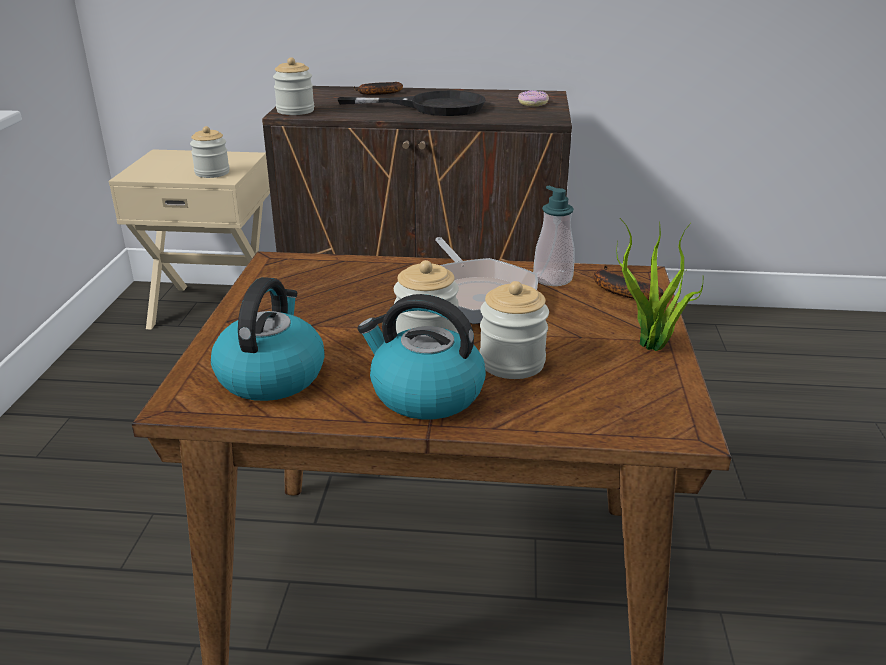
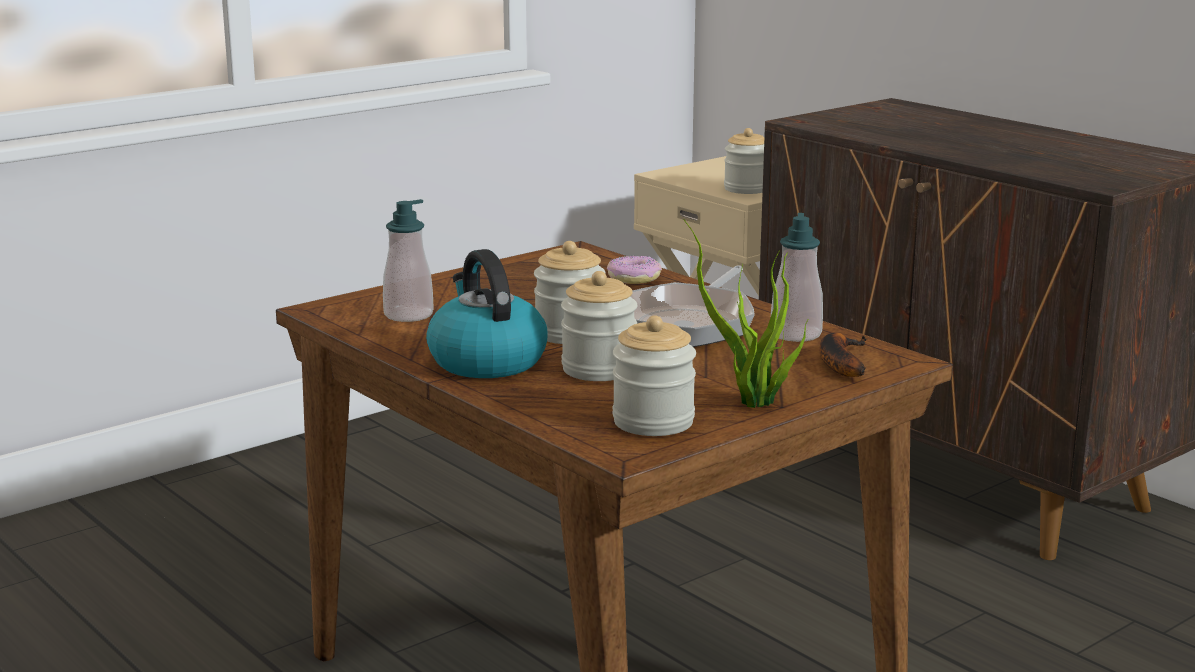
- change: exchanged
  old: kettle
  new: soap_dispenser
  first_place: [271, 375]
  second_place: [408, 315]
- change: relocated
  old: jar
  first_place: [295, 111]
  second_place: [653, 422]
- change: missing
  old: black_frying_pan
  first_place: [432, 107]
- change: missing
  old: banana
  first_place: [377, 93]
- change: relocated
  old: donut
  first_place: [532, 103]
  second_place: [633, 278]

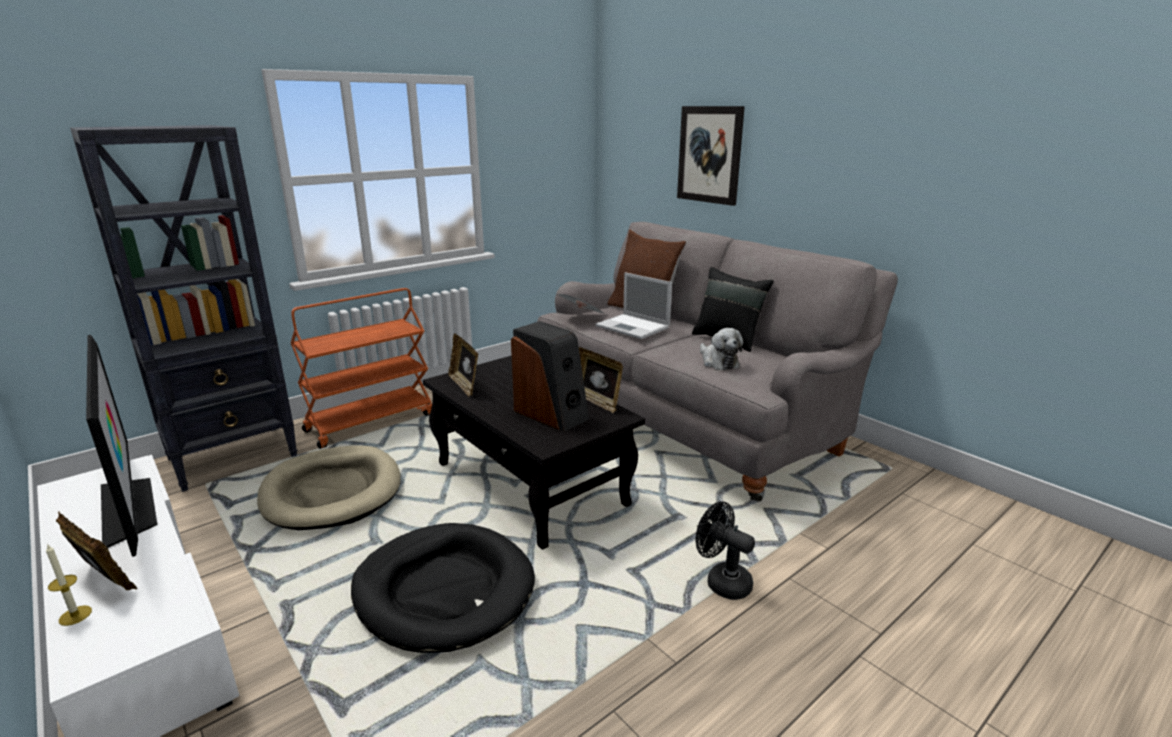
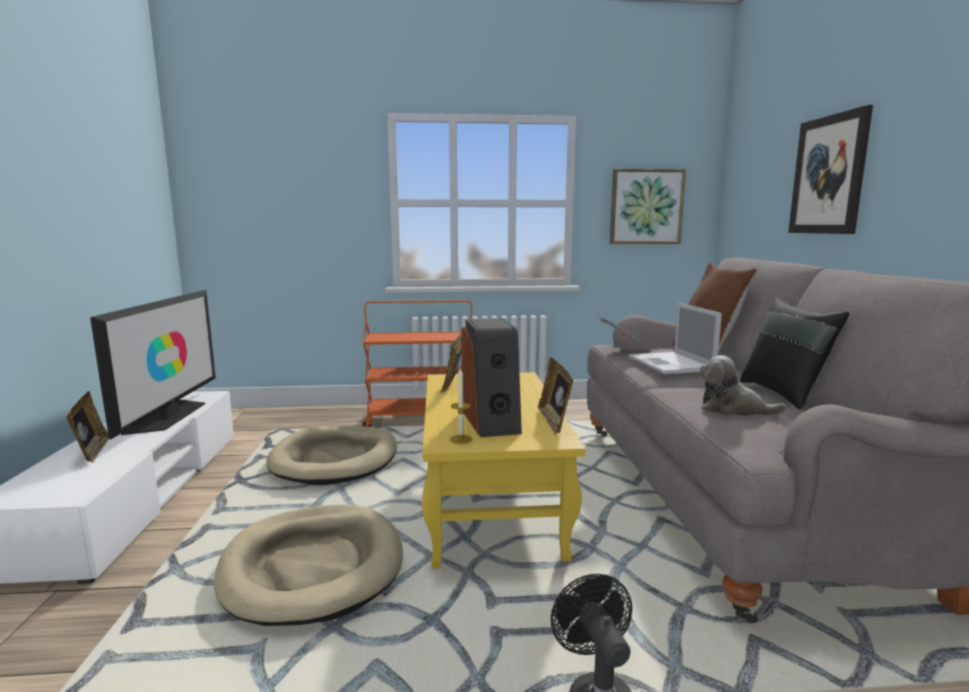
- change: relocated
  old: candle
  first_place: [75, 615]
  second_place: [461, 439]
- change: missing
  old: black_bookcase
  first_place: [234, 457]
- change: colour
  old: black_dog_bed
  new: beige_dog_bed
  first_place: [444, 590]
  second_place: [313, 567]
- change: colour
  old: black_coffee_table
  new: yellow_coffee_table
  first_place: [531, 484]
  second_place: [491, 505]
- change: spun
  old: plush_toy
  first_place: [718, 362]
  second_place: [733, 409]
  degrees: 105
- change: appeared
  new: picture
  second_place: [646, 207]

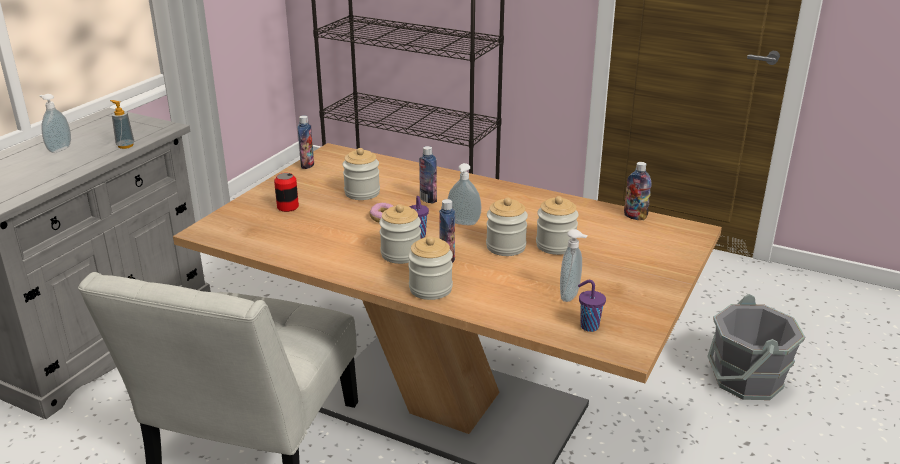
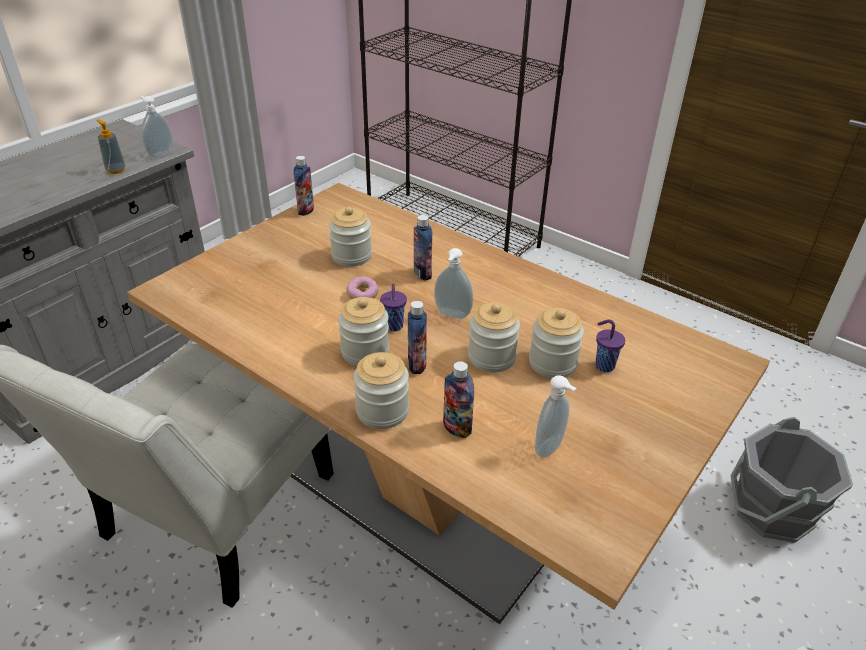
- change: relocated
  old: soap_dispenser
  first_place: [59, 149]
  second_place: [160, 154]
- change: missing
  old: can
  first_place: [287, 207]
- change: relocated
  old: purple_cup
  first_place: [588, 326]
  second_place: [603, 365]
- change: relocated
  old: bottle
  first_place: [635, 216]
  second_place: [457, 428]

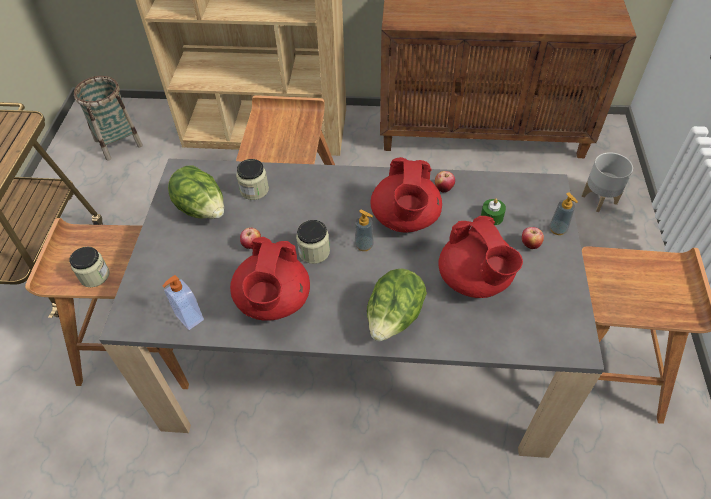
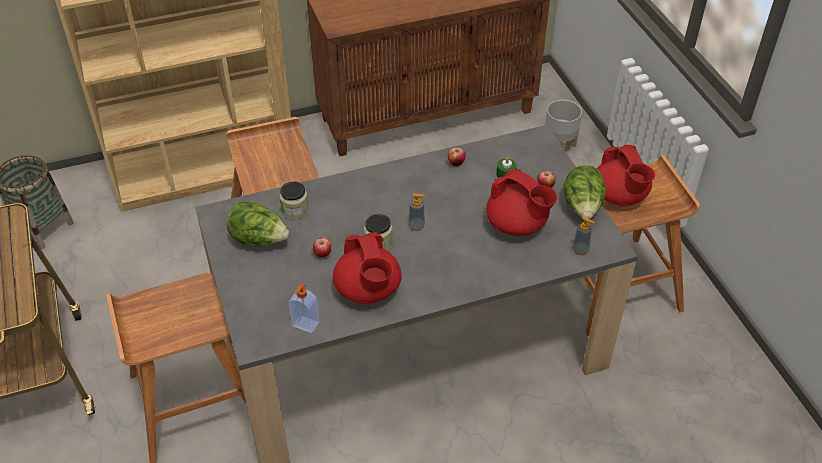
- change: missing
  old: jar
  first_place: [94, 276]
- change: relocated
  old: lettuce
  first_place: [394, 319]
  second_place: [582, 207]
- change: relocated
  old: red_teapot
  first_place: [405, 219]
  second_place: [619, 196]
- change: relocated
  old: soap_dispenser
  first_place: [558, 229]
  second_place: [580, 250]

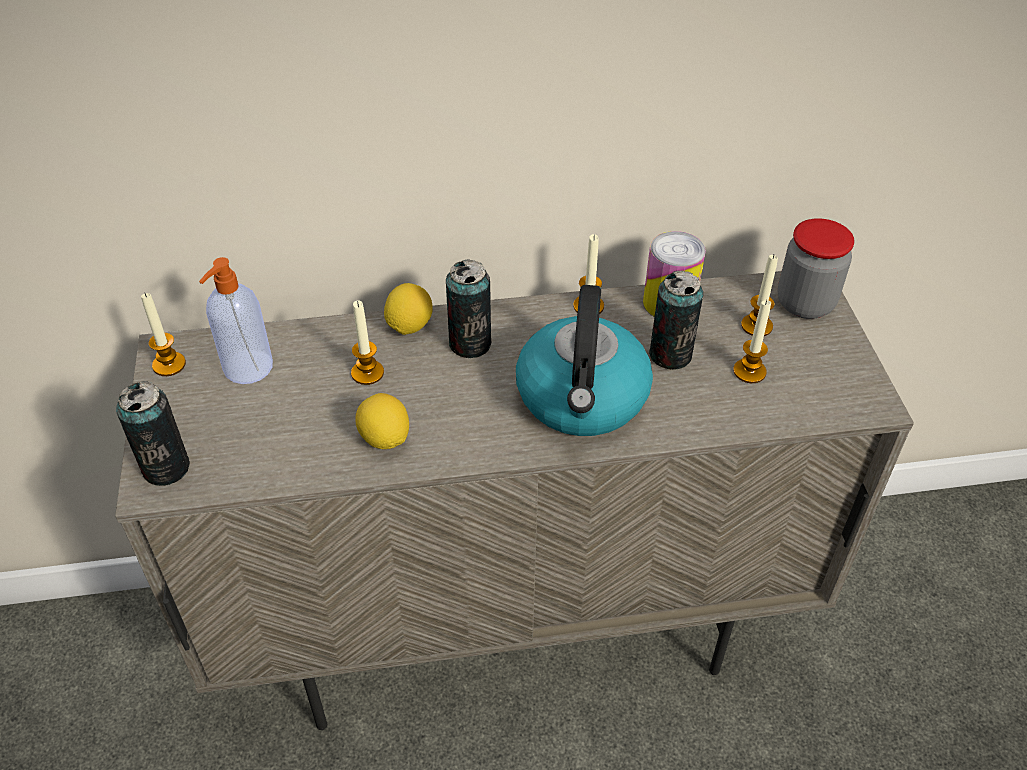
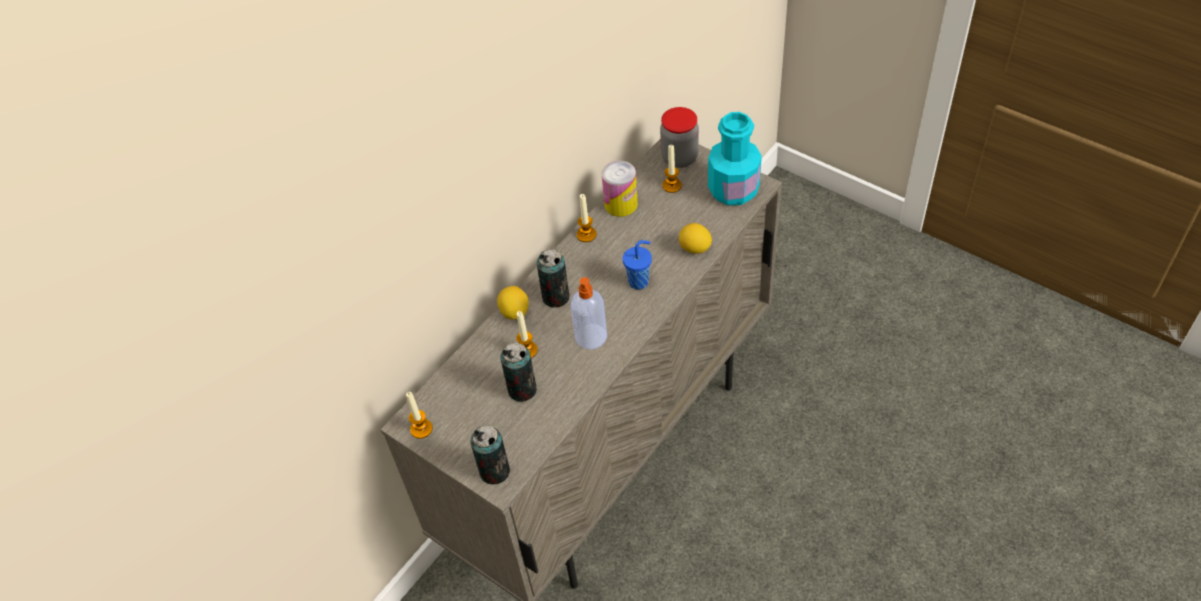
- change: relocated
  old: soap_dispenser
  first_place: [247, 368]
  second_place: [591, 338]
- change: relocated
  old: lemon
  first_place: [385, 438]
  second_place: [695, 248]
- change: exchanged
  old: kettle
  new: blue_cup
  first_place: [582, 398]
  second_place: [639, 281]
- change: relocated
  old: can
  first_place: [670, 355]
  second_place: [522, 390]
- change: missing
  old: candle
  first_place: [749, 371]
- change: appeared
  new: turquoise_bottle
  second_place: [733, 189]

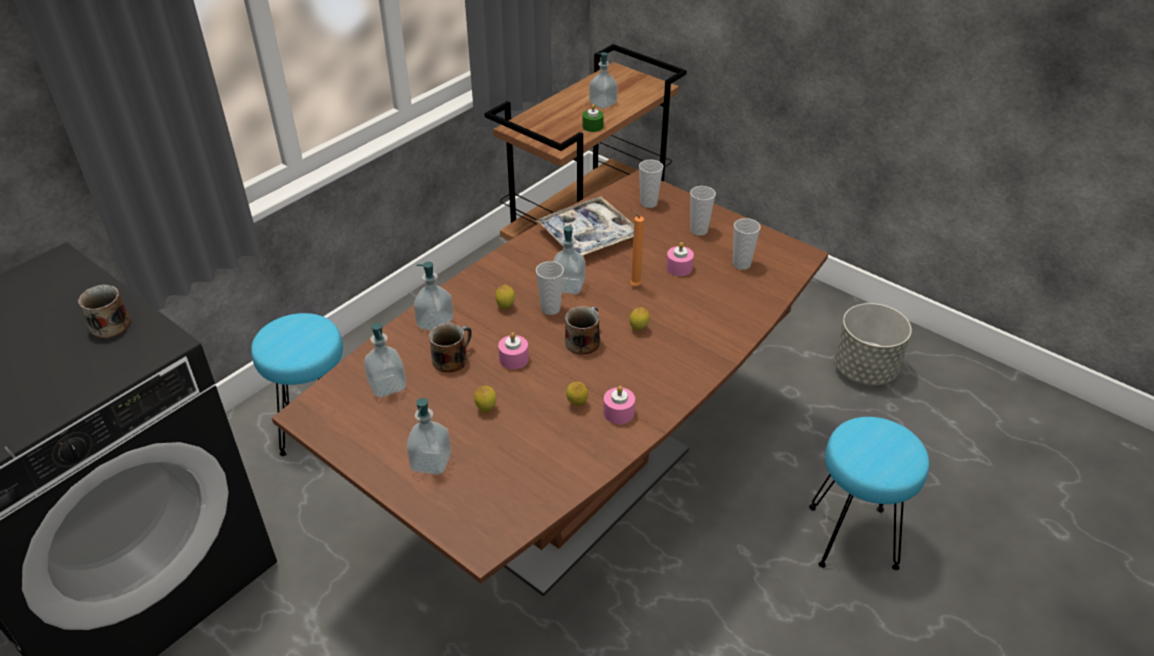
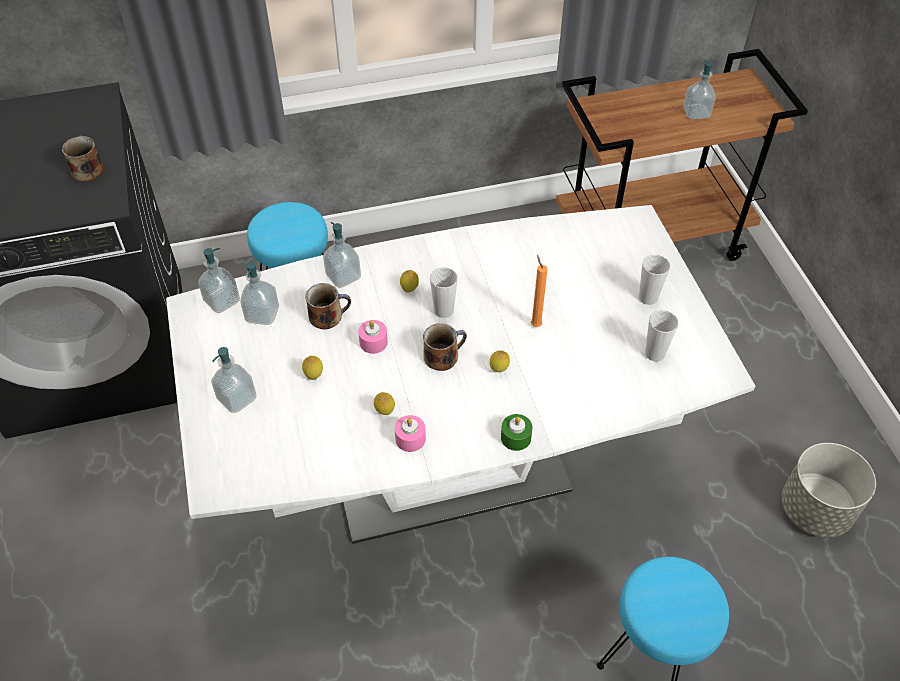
- change: colour
  old: brown_dining_table
  new: white_dining_table
  first_place: [576, 490]
  second_place: [449, 471]
- change: missing
  old: tray
  first_place: [588, 236]
- change: relocated
  old: soap_dispenser
  first_place: [568, 286]
  second_place: [222, 301]
- change: relocated
  old: green_candle
  first_place: [592, 126]
  second_place: [515, 437]
- change: missing
  old: cup
  first_place: [648, 203]
- change: missing
  old: pink_candle
  first_place: [679, 268]

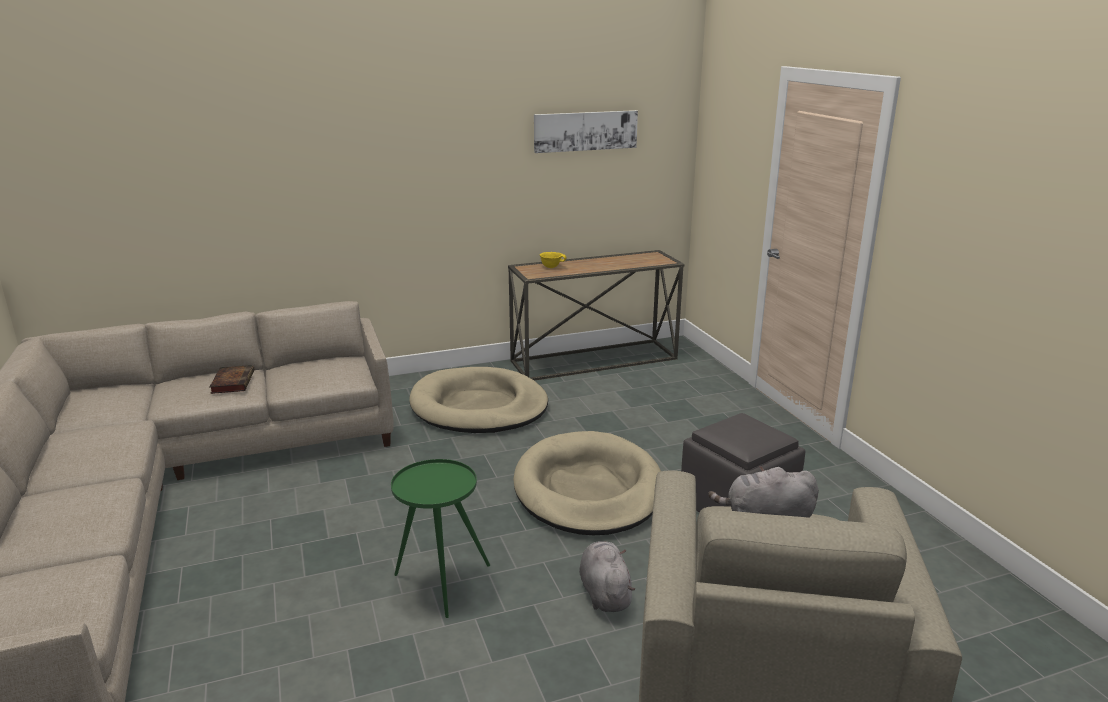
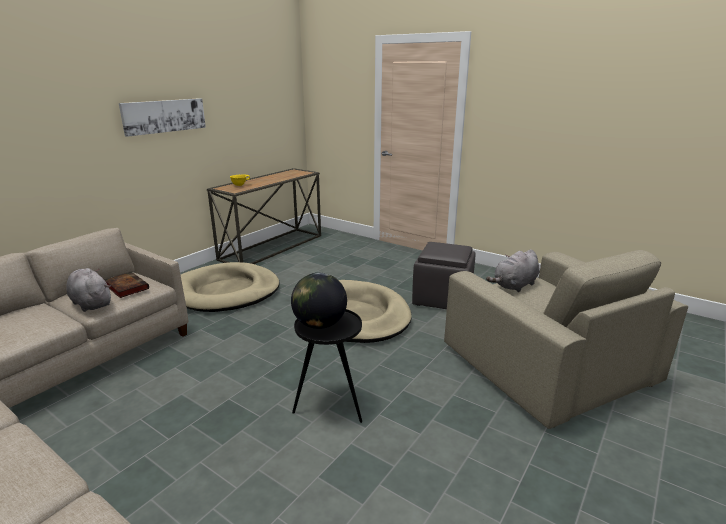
- change: relocated
  old: book
  first_place: [232, 382]
  second_place: [126, 287]
- change: colour
  old: green_side_table
  new: black_side_table
  first_place: [441, 582]
  second_place: [331, 403]
- change: relocated
  old: picture
  first_place: [585, 131]
  second_place: [164, 116]
- change: relocated
  old: grey_plush_toy
  first_place: [604, 593]
  second_place: [91, 303]
- change: appeared
  new: globe
  second_place: [320, 324]

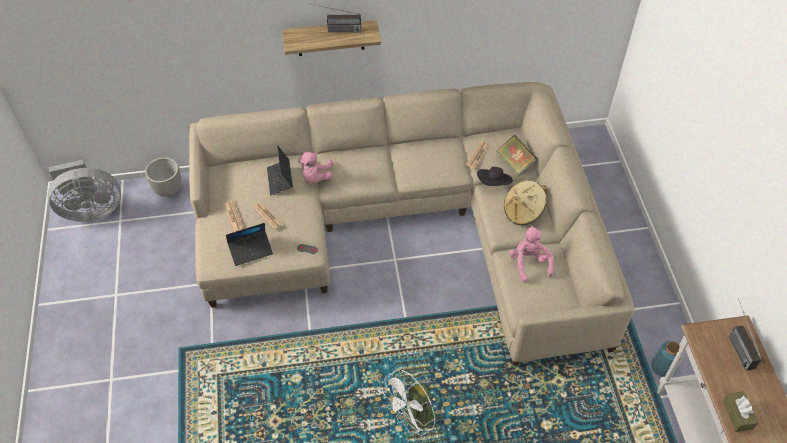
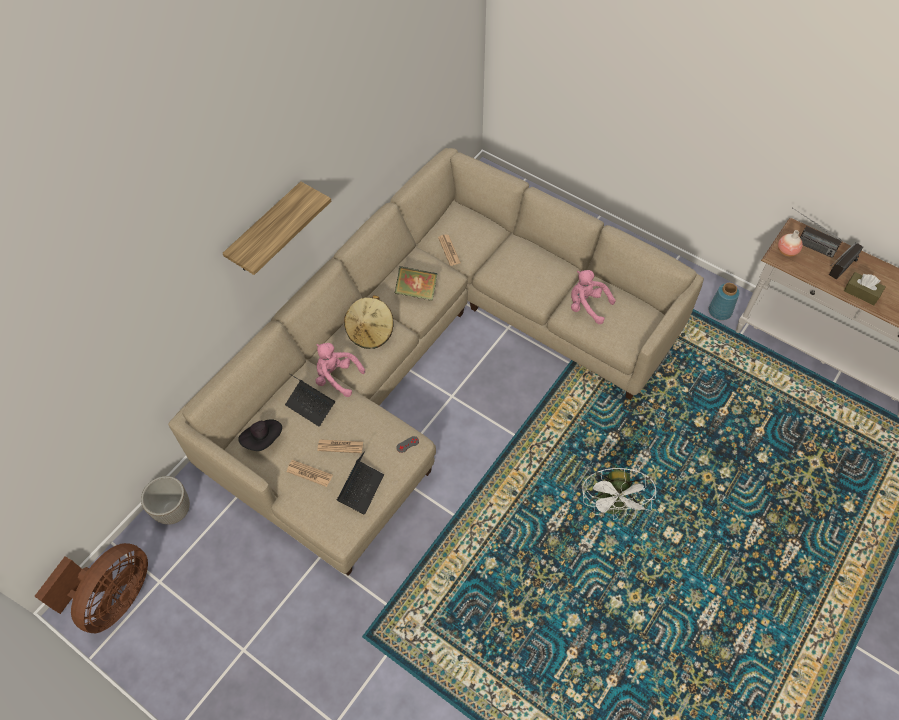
- change: colour
  old: grey_fan
  new: brown_fan
  first_place: [91, 210]
  second_place: [114, 599]
- change: spun
  old: pink_plush_toy
  first_place: [315, 177]
  second_place: [337, 377]
  degrees: 150
- change: relocated
  old: radio
  first_place: [335, 30]
  second_place: [837, 273]
- change: relocated
  old: black_hat
  first_place: [494, 183]
  second_place: [263, 439]
- change: relocated
  old: book
  first_place: [515, 163]
  second_place: [416, 291]
- change: relocated
  old: beige_hat
  first_place: [523, 211]
  second_place: [370, 332]
- change: appeared
  new: vase
  second_place: [786, 251]

